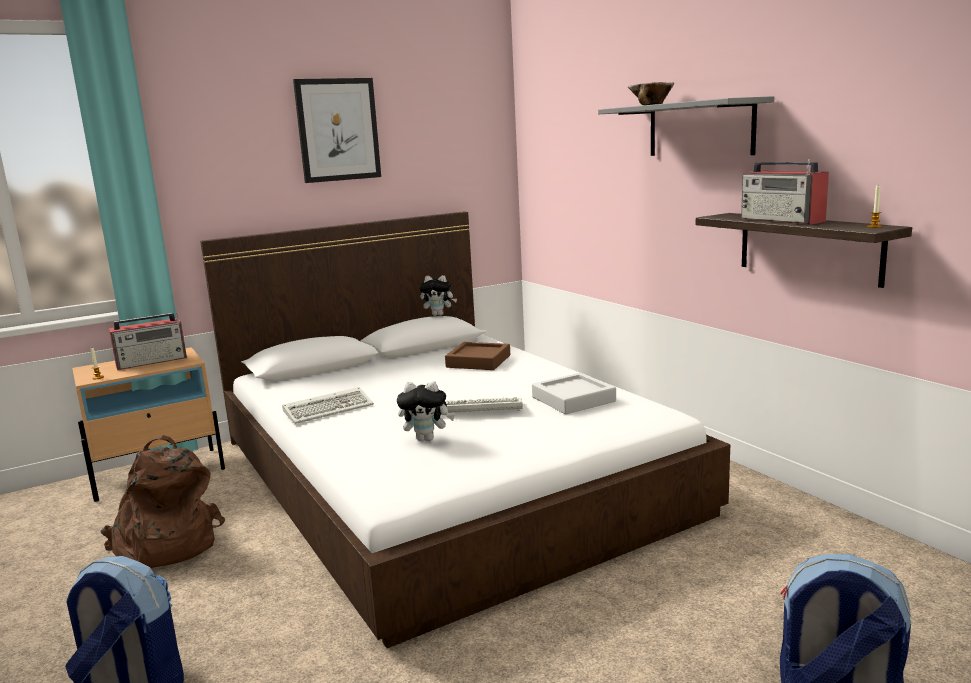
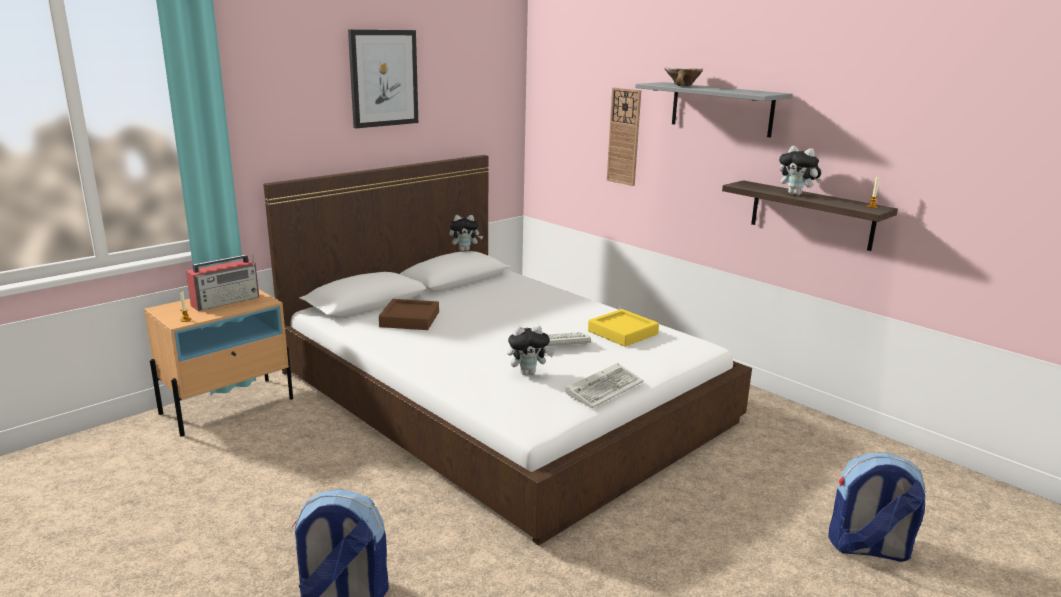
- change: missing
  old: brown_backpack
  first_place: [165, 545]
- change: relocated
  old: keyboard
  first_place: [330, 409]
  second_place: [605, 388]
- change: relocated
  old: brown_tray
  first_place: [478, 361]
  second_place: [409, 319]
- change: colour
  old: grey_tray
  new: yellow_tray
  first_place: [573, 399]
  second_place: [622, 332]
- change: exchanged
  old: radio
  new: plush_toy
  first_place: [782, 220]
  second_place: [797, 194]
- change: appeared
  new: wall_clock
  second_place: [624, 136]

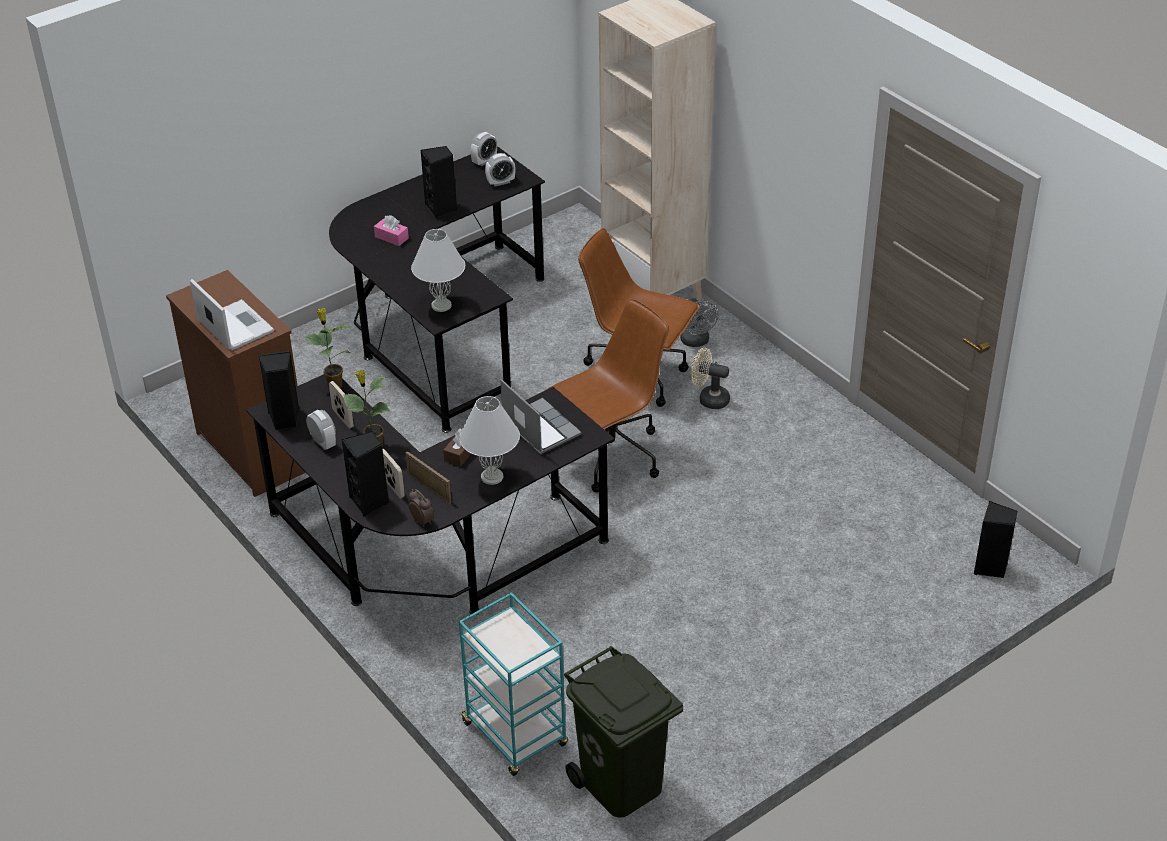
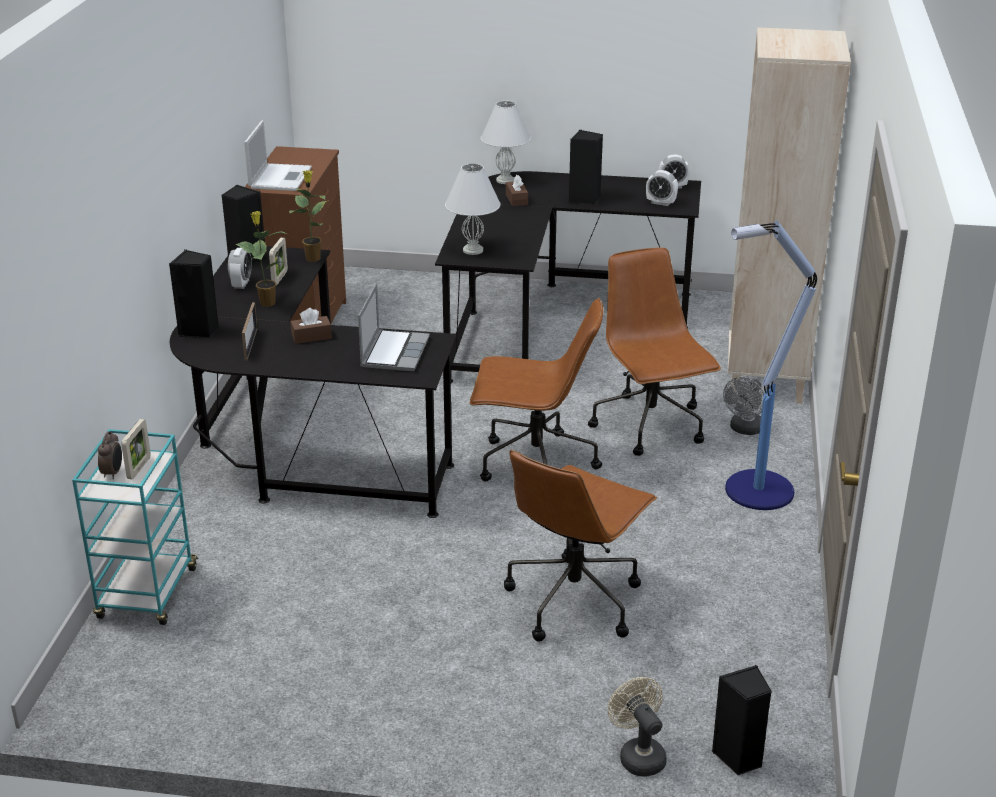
- change: colour
  old: pink_tissue_box
  new: brown_tissue_box
  first_place: [391, 237]
  second_place: [516, 199]
- change: relocated
  old: picture_frame
  first_place: [393, 488]
  second_place: [139, 468]
- change: relocated
  old: alarm_clock
  first_place: [422, 521]
  second_place: [113, 473]
- change: relocated
  old: white_table_lamp
  first_place: [492, 476]
  second_place: [505, 180]
- change: missing
  old: green_trash_can
  first_place: [620, 785]
- change: relocated
  old: beige_fan
  first_place: [709, 399]
  second_place: [638, 755]
- change: appeared
  new: brown_office_chair
  second_place: [574, 600]
- change: appeared
  new: floor_lamp
  second_place: [756, 491]

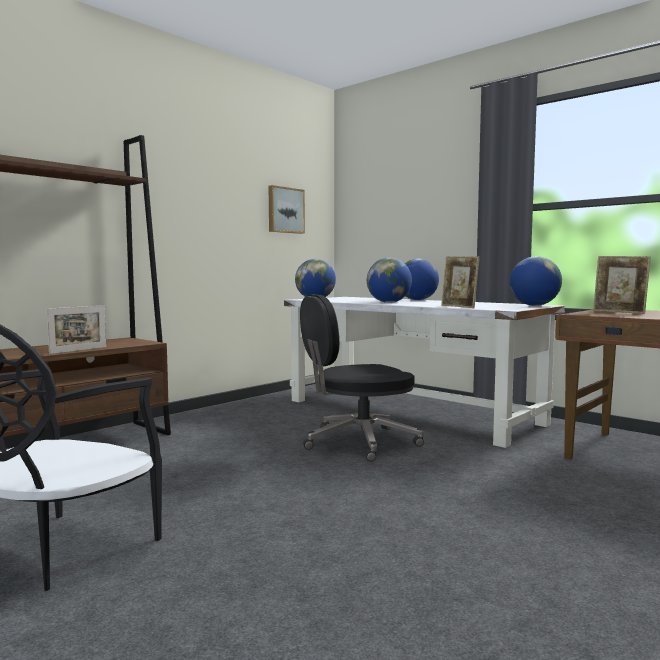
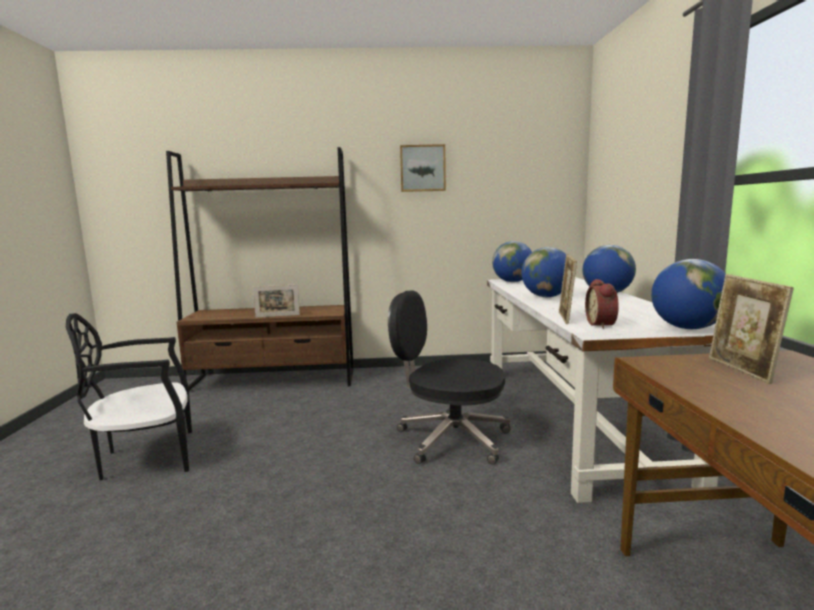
- change: relocated
  old: picture
  first_place: [285, 210]
  second_place: [422, 168]
- change: appeared
  new: alarm_clock
  second_place: [603, 325]

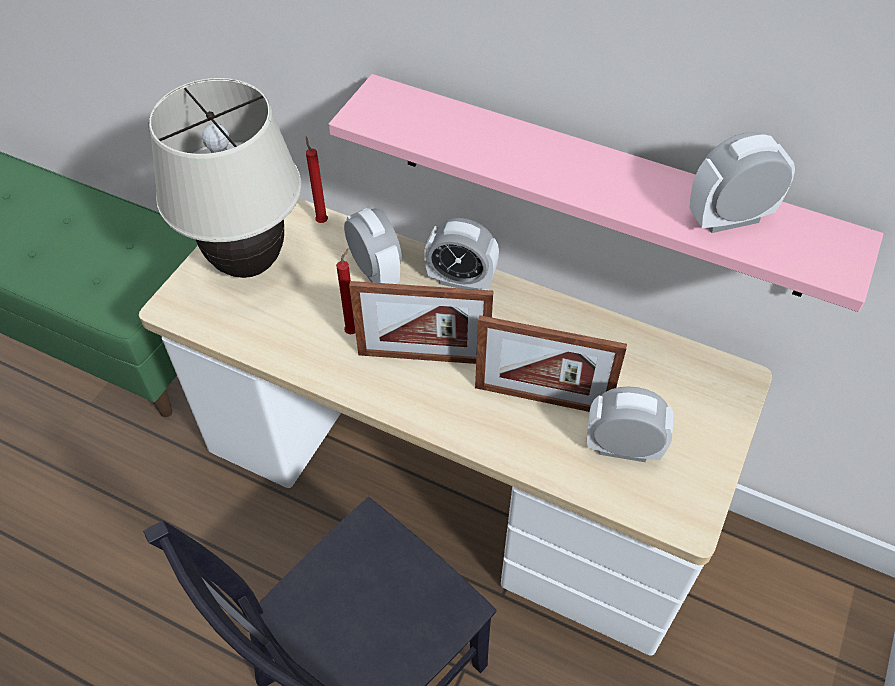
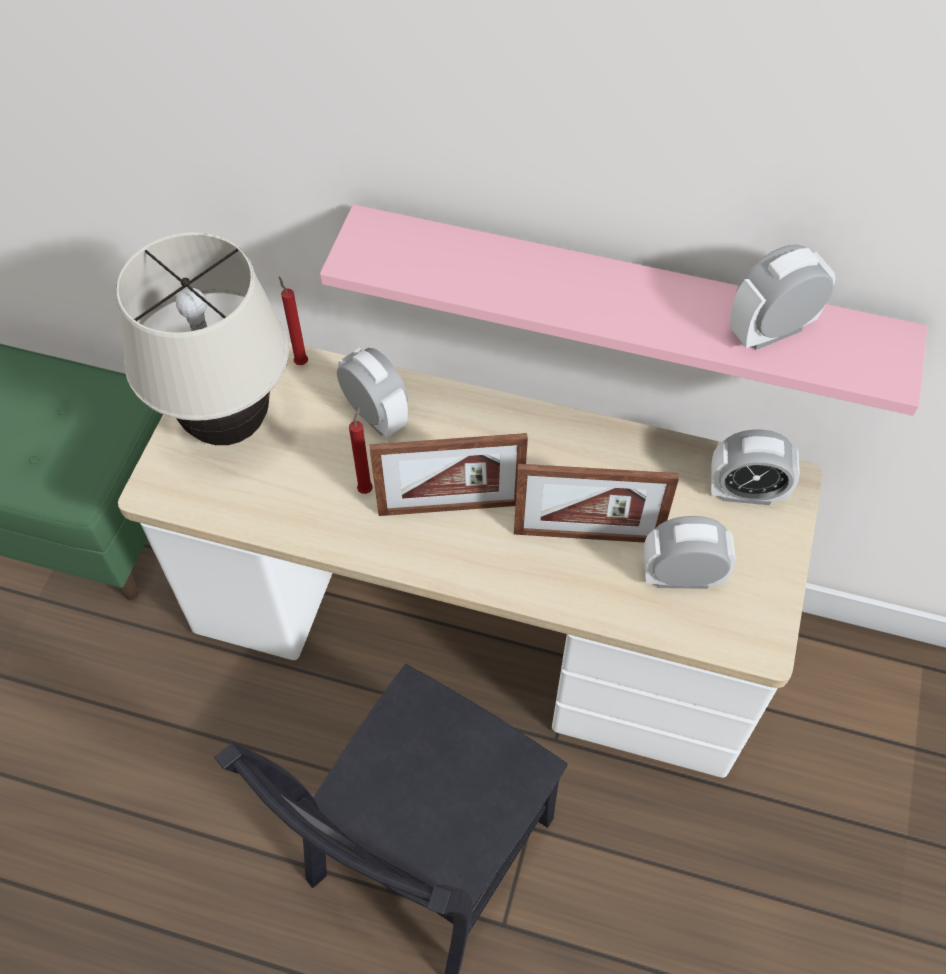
- change: relocated
  old: alarm_clock
  first_place: [461, 280]
  second_place: [745, 492]

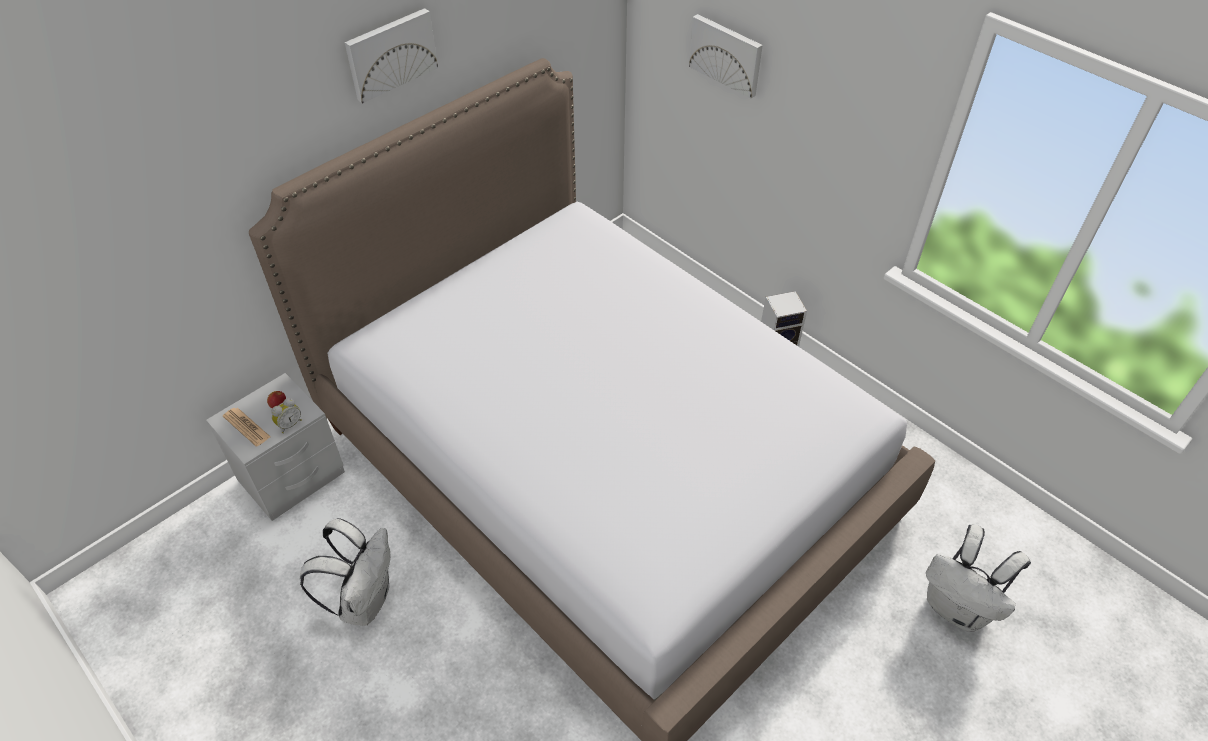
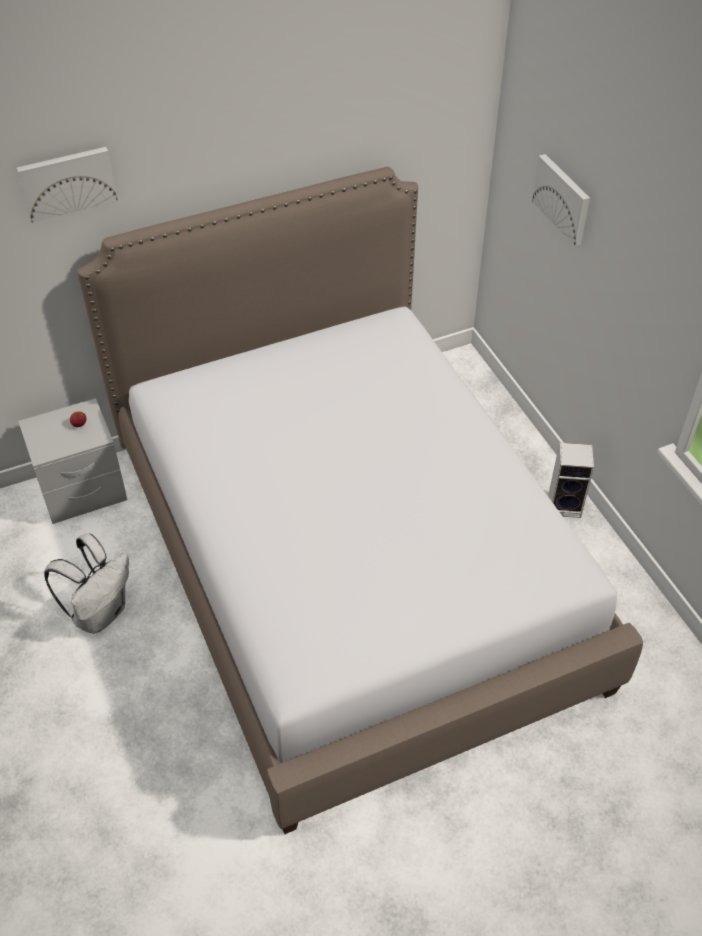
- change: missing
  old: newspaper
  first_place: [246, 427]
- change: missing
  old: alarm_clock
  first_place: [289, 424]
- change: relocated
  old: picture
  first_place: [390, 54]
  second_place: [67, 182]
- change: missing
  old: white_backpack
  first_place: [957, 608]

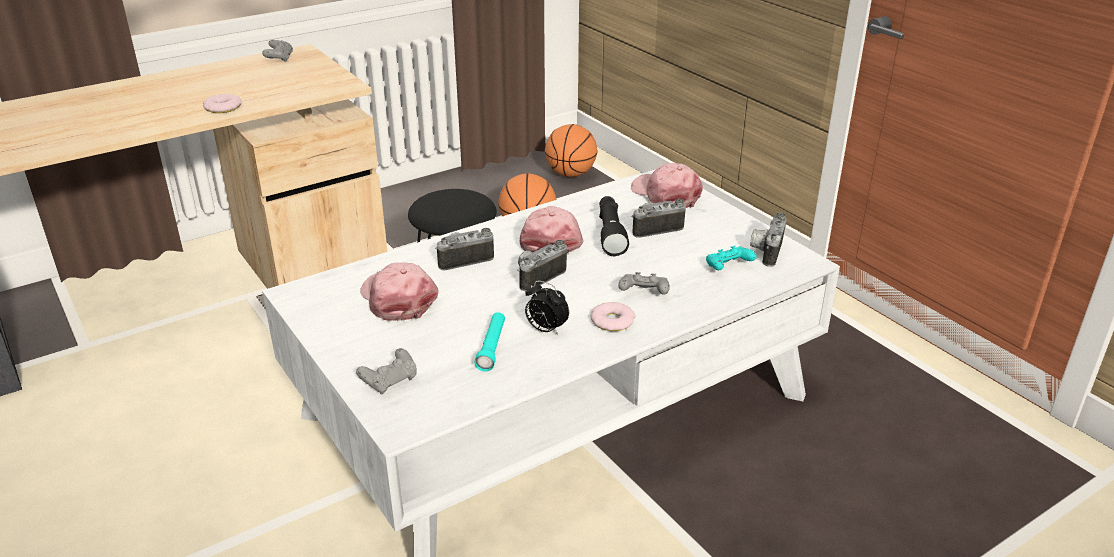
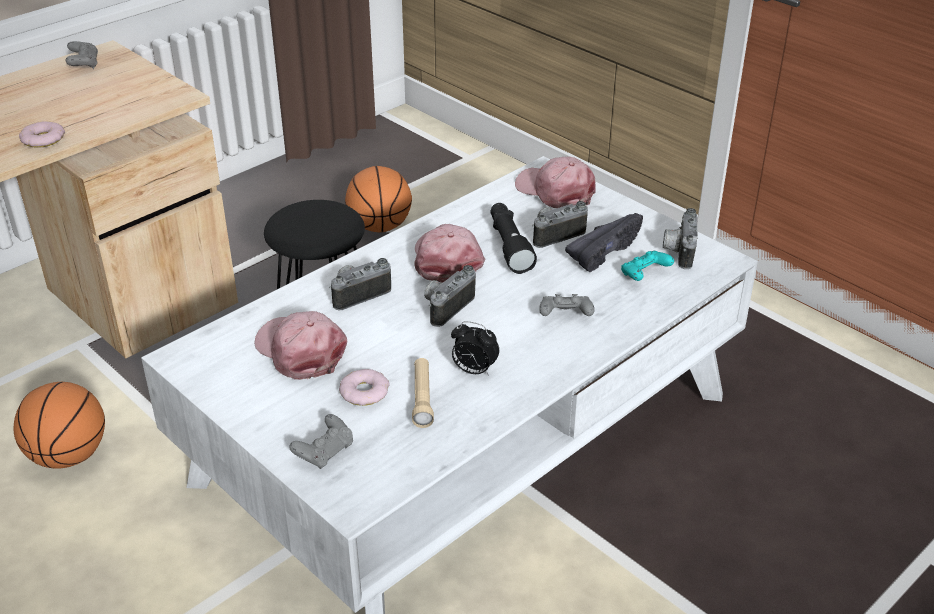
- change: colour
  old: turquoise_flashlight
  new: beige_flashlight
  first_place: [492, 347]
  second_place: [422, 398]
- change: relocated
  old: basketball
  first_place: [570, 174]
  second_place: [69, 456]
- change: relocated
  old: donut
  first_place: [612, 321]
  second_place: [364, 392]
- change: appeared
  new: black_shoe
  second_place: [602, 251]

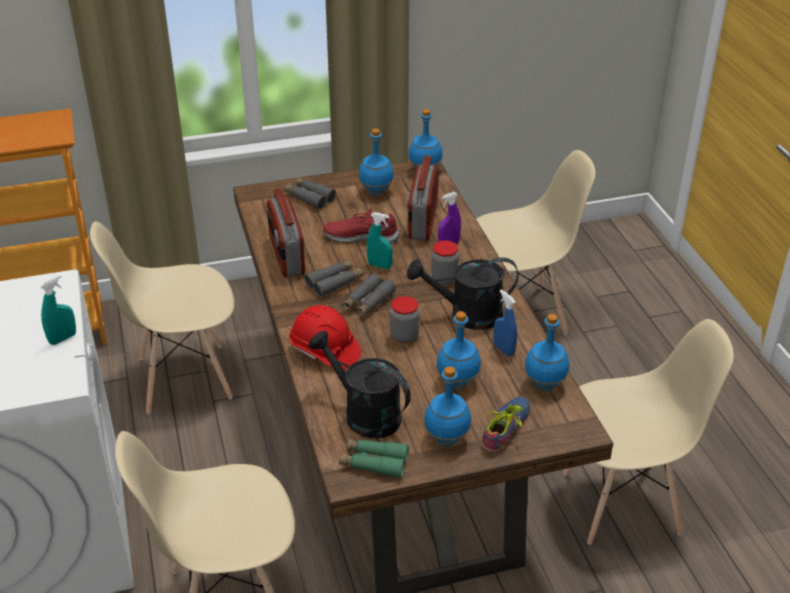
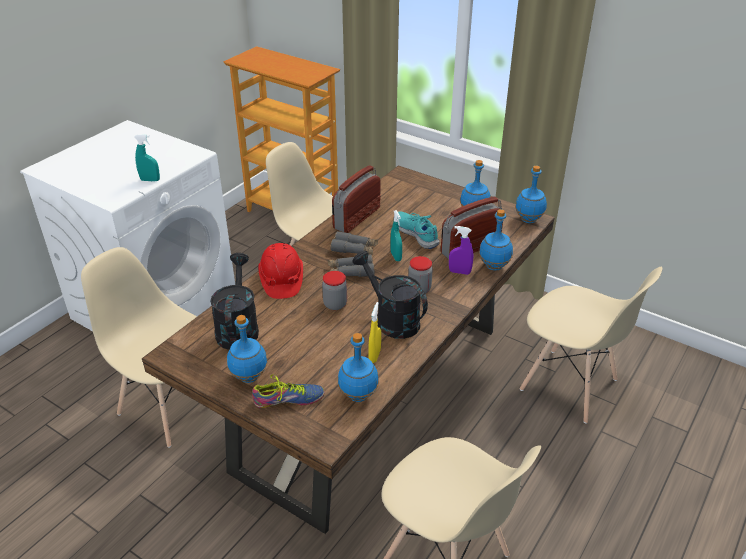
- change: missing
  old: grey_binoculars
  first_place: [309, 197]
- change: colour
  old: red_shoe
  new: turquoise_shoe
  first_place: [361, 236]
  second_place: [416, 233]
- change: missing
  old: green_binoculars
  first_place: [373, 462]
- change: relocated
  old: blue_bottle
  first_place: [457, 383]
  second_place: [493, 266]
- change: colour
  old: blue_spray_bottle
  new: yellow_spray_bottle
  first_place: [503, 349]
  second_place: [374, 355]

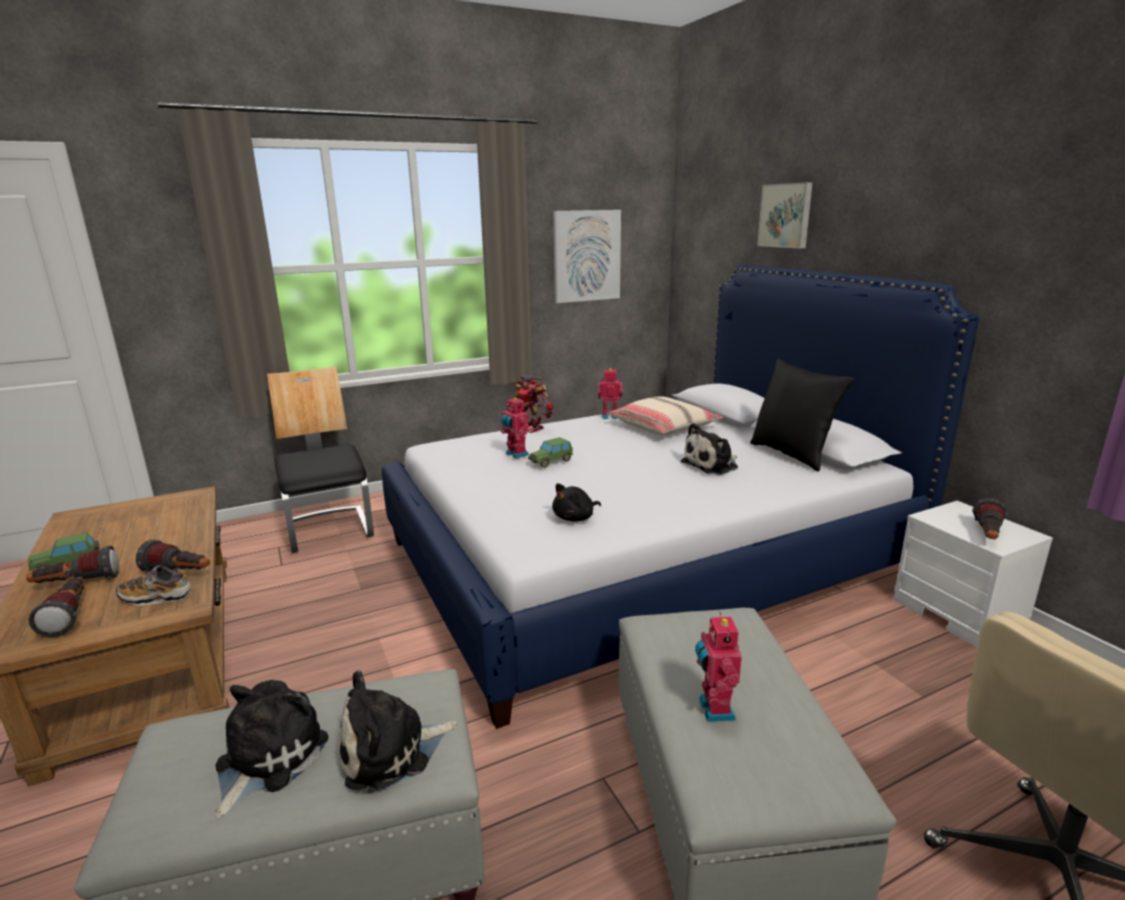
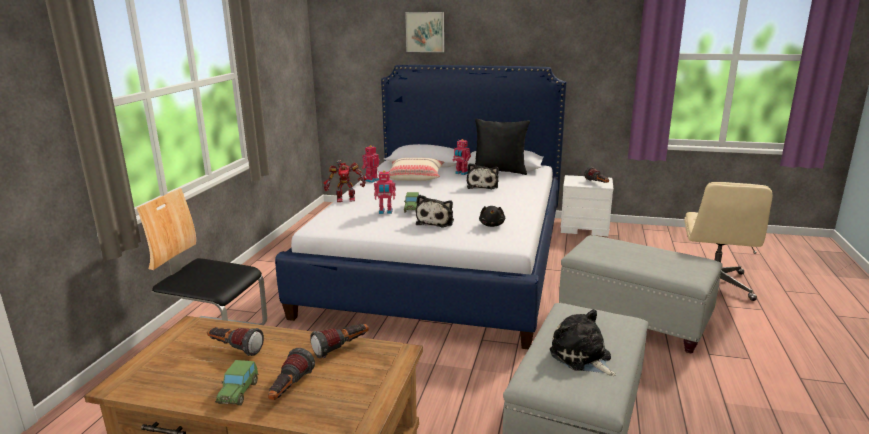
- change: relocated
  old: flashlight
  first_place: [70, 616]
  second_place: [234, 349]
- change: missing
  old: shoe
  first_place: [156, 597]
- change: relocated
  old: plush_toy
  first_place: [391, 750]
  second_place: [436, 222]
- change: missing
  old: picture
  first_place: [586, 256]
- change: relocated
  old: toy_robot
  first_place: [714, 709]
  second_place: [461, 173]

